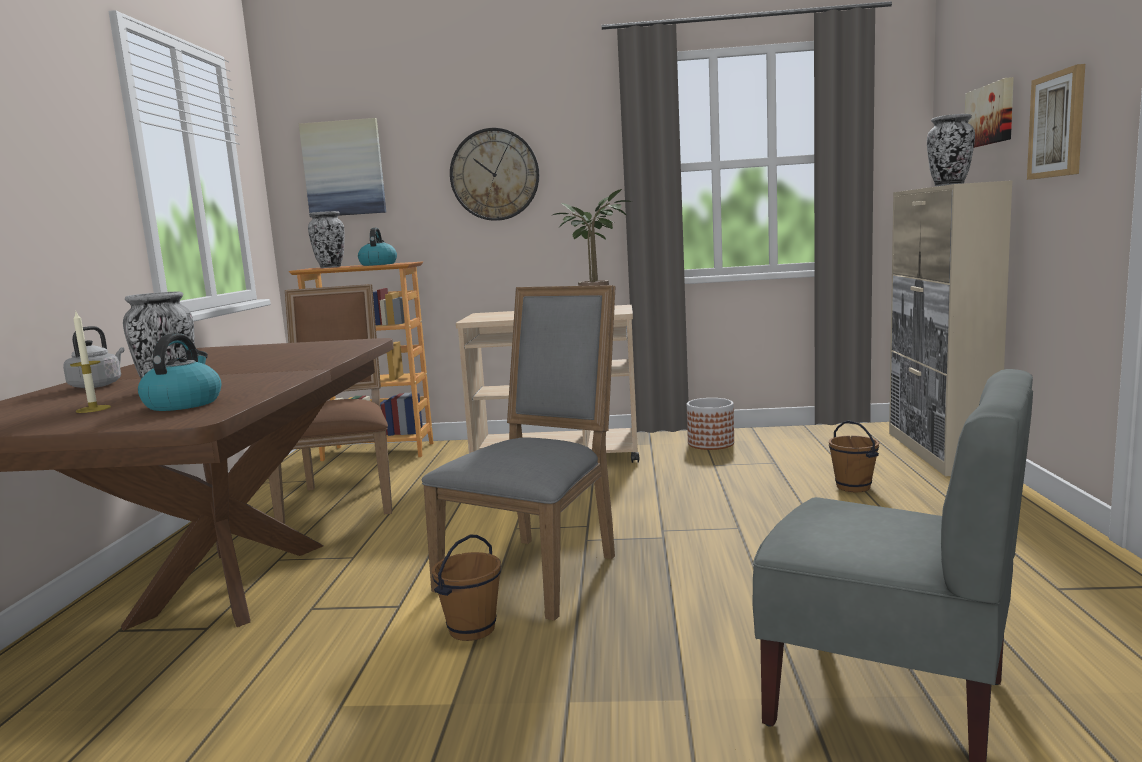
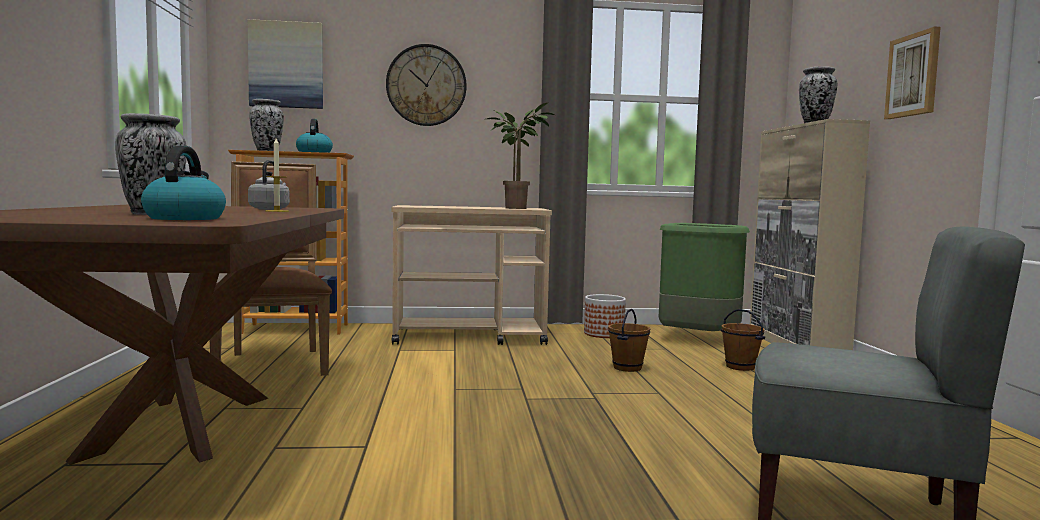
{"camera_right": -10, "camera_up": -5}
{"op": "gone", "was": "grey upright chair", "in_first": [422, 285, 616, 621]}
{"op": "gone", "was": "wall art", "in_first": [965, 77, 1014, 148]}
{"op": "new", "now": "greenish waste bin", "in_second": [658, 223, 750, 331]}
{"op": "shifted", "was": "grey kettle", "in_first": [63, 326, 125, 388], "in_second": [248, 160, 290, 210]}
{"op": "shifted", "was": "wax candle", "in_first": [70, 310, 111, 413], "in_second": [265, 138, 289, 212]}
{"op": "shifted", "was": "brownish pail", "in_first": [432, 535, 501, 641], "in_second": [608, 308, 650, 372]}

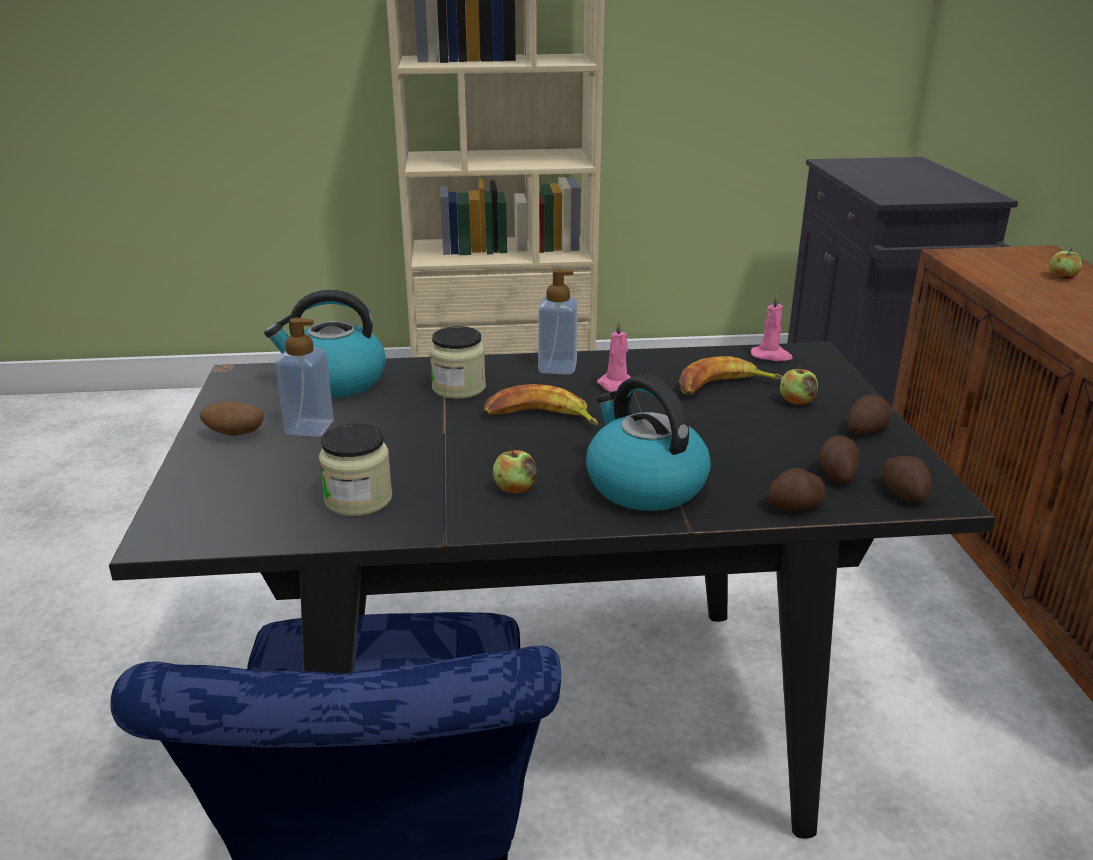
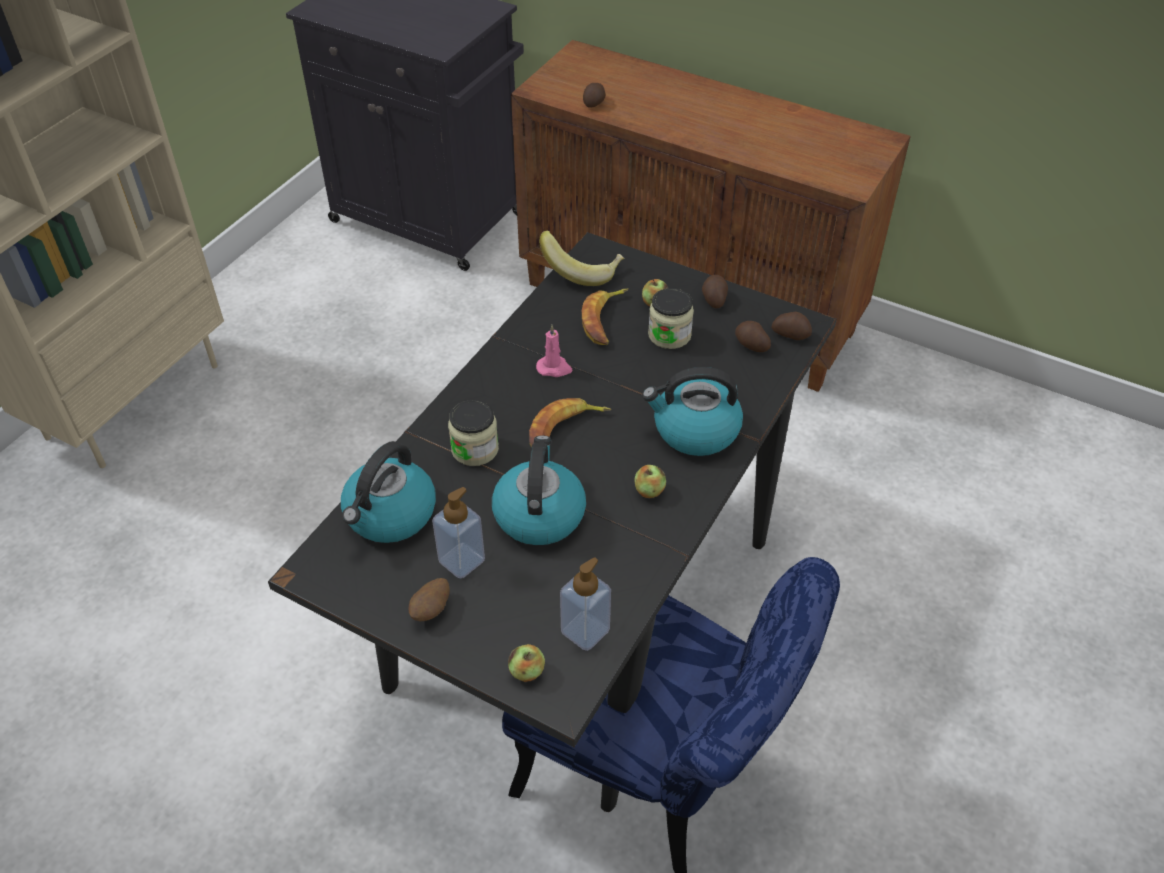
{"camera_right": -55, "camera_up": 20}
{"op": "new", "now": "kettle", "in_second": [492, 436, 586, 545]}
{"op": "shifted", "was": "preserve jar", "in_first": [319, 423, 392, 516], "in_second": [648, 288, 694, 349]}
{"op": "shifted", "was": "soap bottle", "in_first": [538, 269, 578, 375], "in_second": [560, 557, 611, 651]}
{"op": "shifted", "was": "whole potato", "in_first": [767, 468, 826, 511], "in_second": [583, 83, 605, 108]}
{"op": "shifted", "was": "apple", "in_first": [1049, 248, 1082, 279], "in_second": [508, 644, 545, 682]}
{"op": "swapped", "was": "pink wax candle", "now": "banana fruit", "in_first": [751, 293, 793, 361], "in_second": [539, 231, 625, 286]}

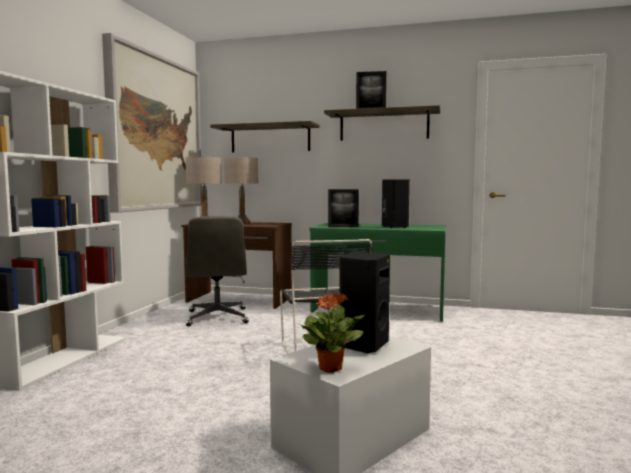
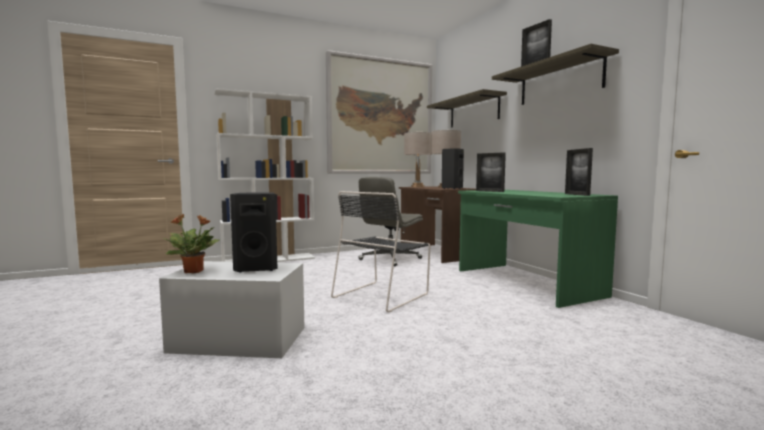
{"camera_right": 50, "camera_up": 0}
{"op": "new", "now": "photo frame", "in_second": [565, 148, 593, 196]}
{"op": "shifted", "was": "blackish loudspeaker", "in_first": [382, 179, 410, 228], "in_second": [442, 148, 464, 189]}

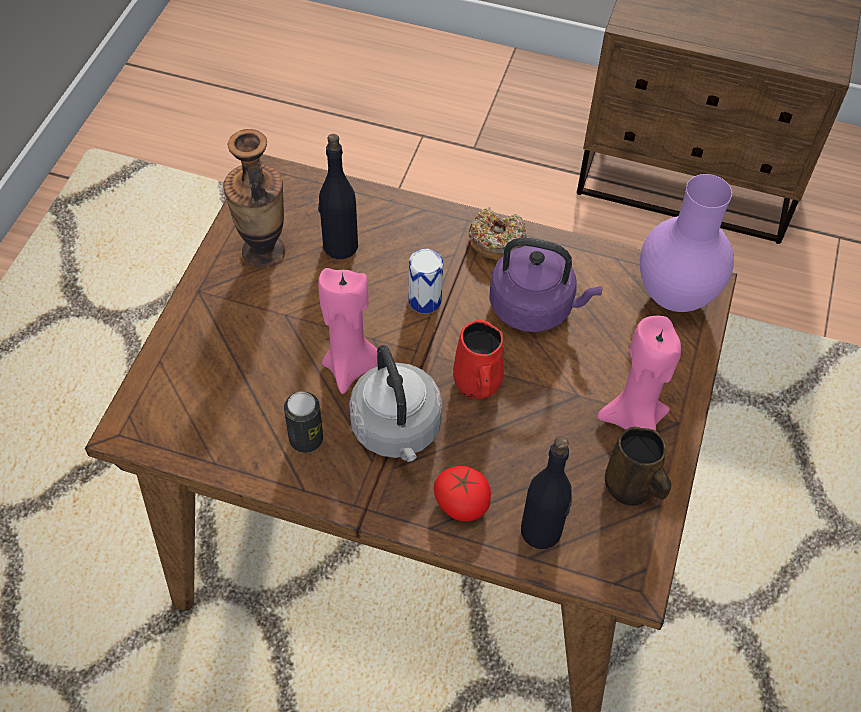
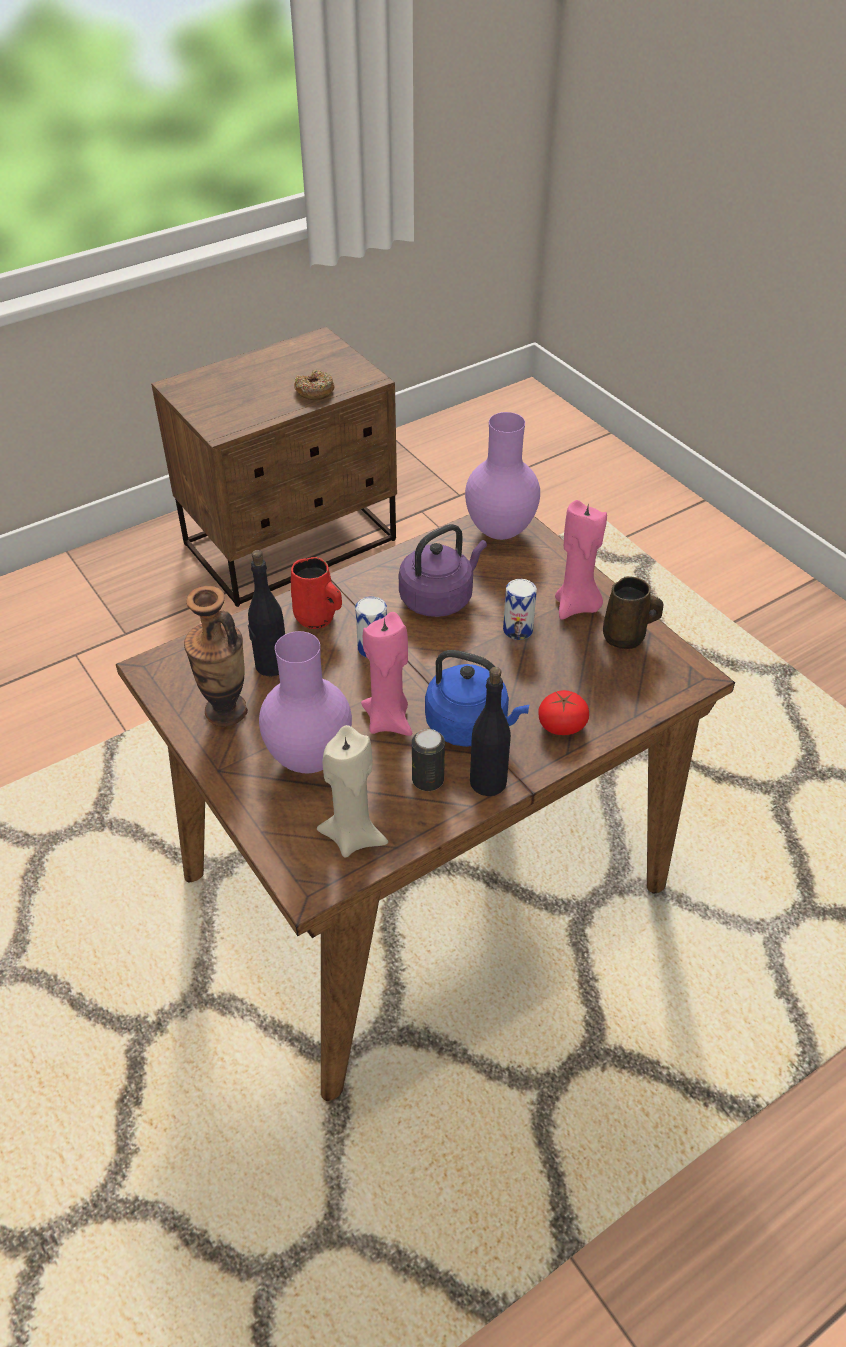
{"camera_right": -50, "camera_up": -10}
{"op": "new", "now": "purple-coloured vase", "in_second": [259, 631, 352, 773]}
{"op": "new", "now": "beige-coloured wax candle", "in_second": [317, 725, 388, 858]}
{"op": "new", "now": "metal can", "in_second": [503, 579, 537, 640]}
{"op": "shifted", "was": "red-coloured coffee mug", "in_first": [453, 320, 504, 399], "in_second": [291, 557, 342, 629]}
{"op": "shifted", "was": "ring doughnut", "in_first": [469, 207, 527, 260], "in_second": [294, 370, 335, 400]}
{"op": "shifted", "was": "blackish beverage bottle", "in_first": [521, 436, 572, 549], "in_second": [470, 667, 511, 796]}
{"op": "repainted", "was": "grey kettle", "now": "blue-coloured kettle", "in_first": [349, 345, 442, 462], "in_second": [425, 650, 530, 747]}

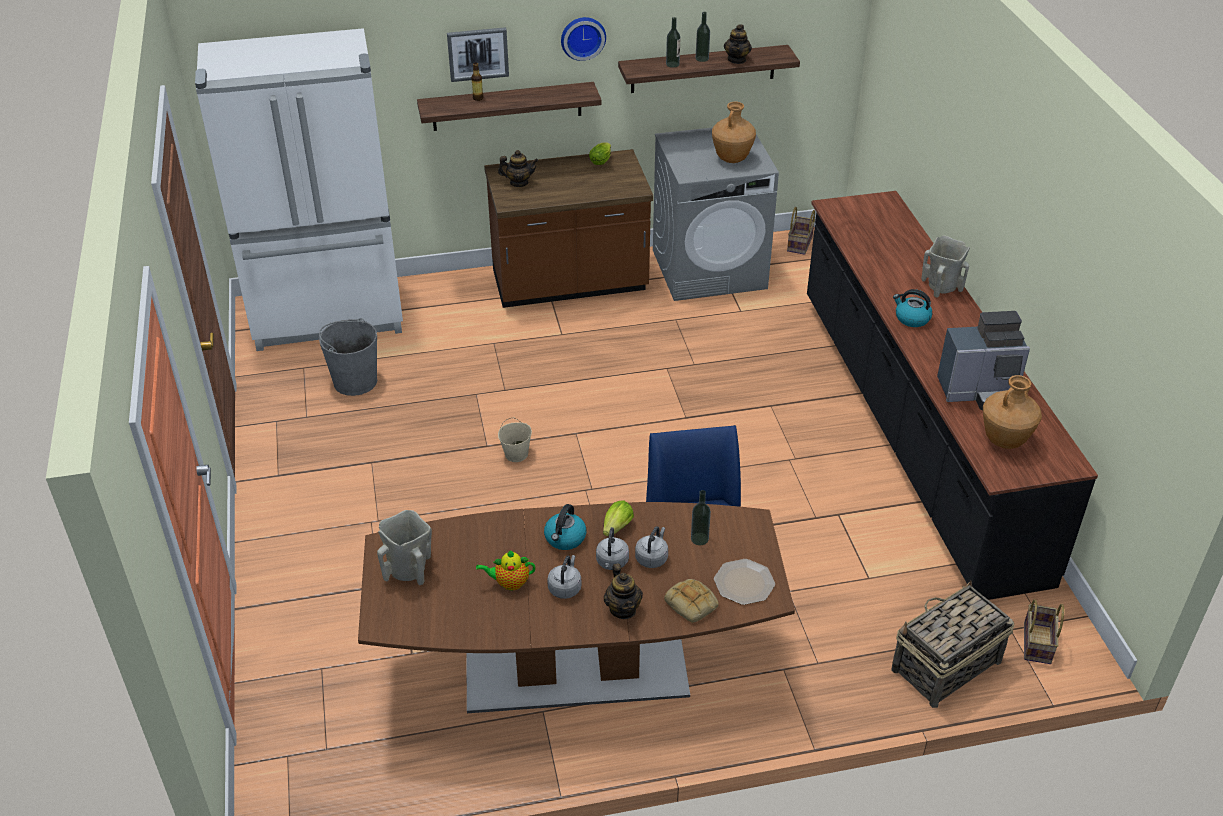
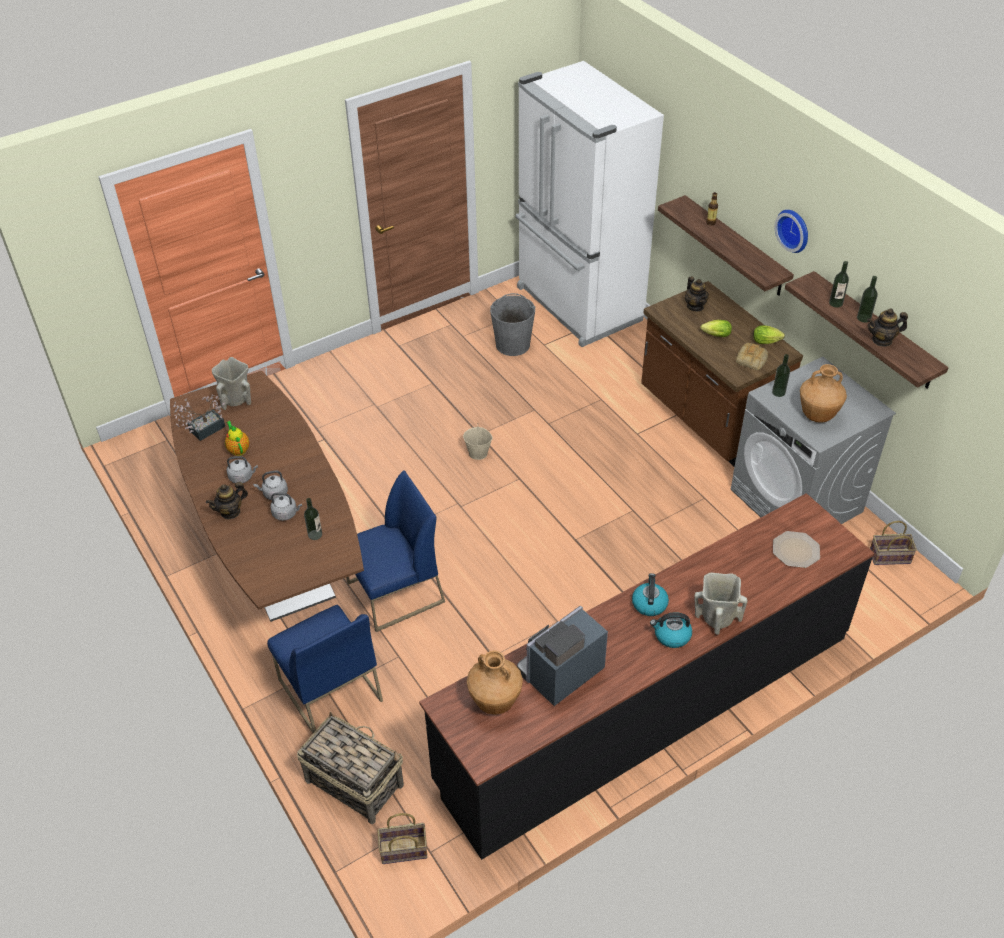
{"camera_right": 70, "camera_up": 5}
{"op": "gone", "was": "wall art", "in_first": [447, 27, 509, 82]}
{"op": "new", "now": "houseplant", "in_second": [173, 394, 225, 441]}
{"op": "new", "now": "blue-coloured upright chair", "in_second": [267, 605, 383, 733]}
{"op": "new", "now": "beverage bottle", "in_second": [772, 354, 790, 397]}
{"op": "shifted", "was": "kettle", "in_first": [544, 504, 586, 550], "in_second": [650, 612, 692, 648]}
{"op": "shifted", "was": "head of lettuce", "in_first": [603, 500, 634, 536], "in_second": [700, 320, 732, 337]}
{"op": "shifted", "was": "bread", "in_first": [664, 579, 719, 623], "in_second": [736, 343, 768, 370]}
{"op": "shifted", "was": "plate", "in_first": [714, 559, 775, 605], "in_second": [773, 531, 820, 568]}
{"op": "rotated", "was": "coffee brewer", "in_first": [937, 311, 1030, 411], "in_second": [517, 606, 608, 706], "clockwise": 75}

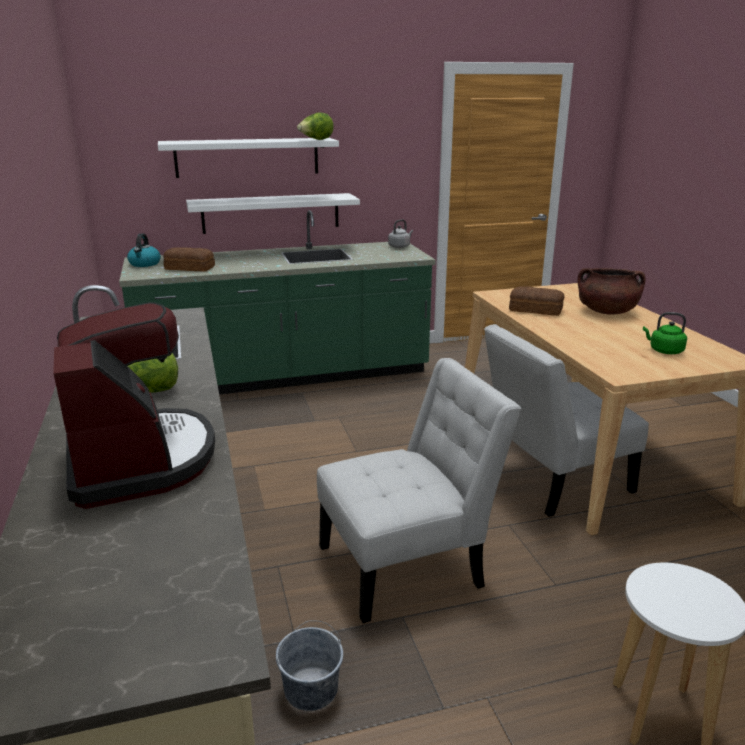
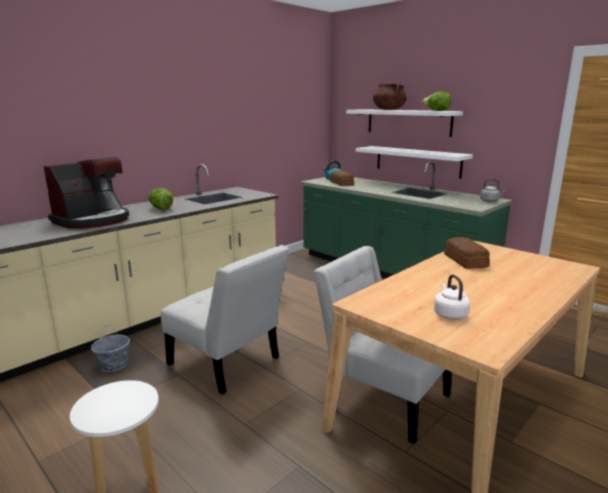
{"camera_right": 60, "camera_up": -5}
{"op": "shifted", "was": "brownish stockpot", "in_first": [577, 268, 645, 315], "in_second": [373, 84, 407, 110]}
{"op": "repainted", "was": "greenish kettle", "now": "whitish kettle", "in_first": [643, 312, 687, 354], "in_second": [434, 274, 470, 320]}

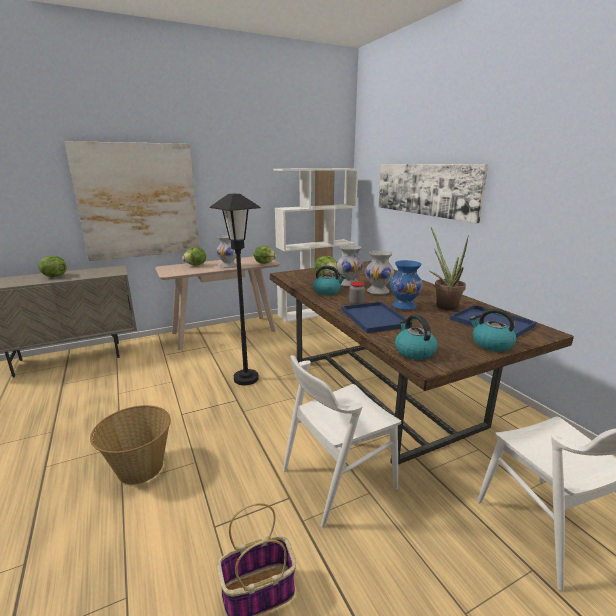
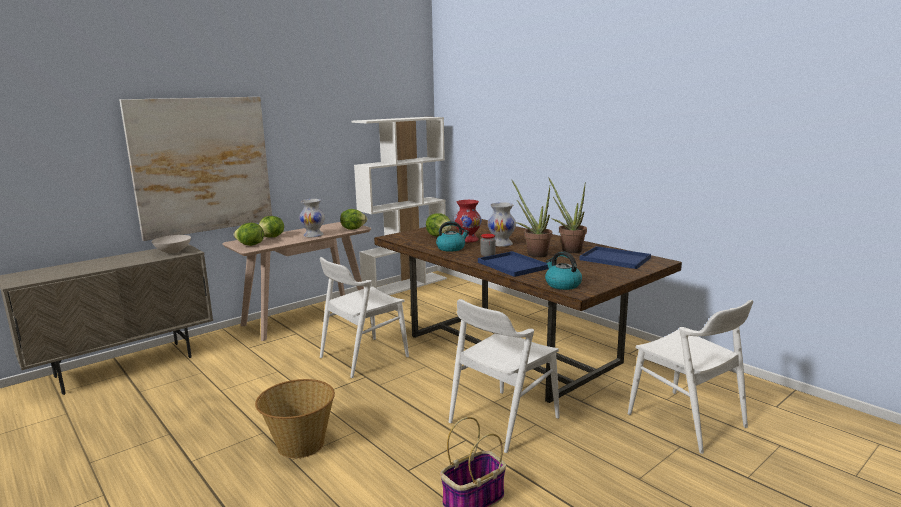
{"camera_right": -15, "camera_up": -5}
{"op": "gone", "was": "wall art", "in_first": [378, 164, 489, 223]}
{"op": "gone", "was": "kettle", "in_first": [469, 309, 517, 351]}
{"op": "new", "now": "whitish bowl", "in_second": [151, 235, 191, 254]}
{"op": "shifted", "was": "head of lettuce", "in_first": [39, 256, 66, 277], "in_second": [234, 223, 264, 246]}
{"op": "swapped", "was": "blackish standing lamp", "now": "whitish upright chair", "in_first": [210, 193, 261, 385], "in_second": [320, 257, 409, 378]}
{"op": "swapped", "was": "blue-coloured vase", "now": "houseplant", "in_first": [390, 260, 423, 310], "in_second": [512, 180, 552, 258]}
{"op": "repainted", "was": "whitish vase", "now": "red-coloured vase", "in_first": [337, 245, 363, 287], "in_second": [454, 200, 482, 242]}

